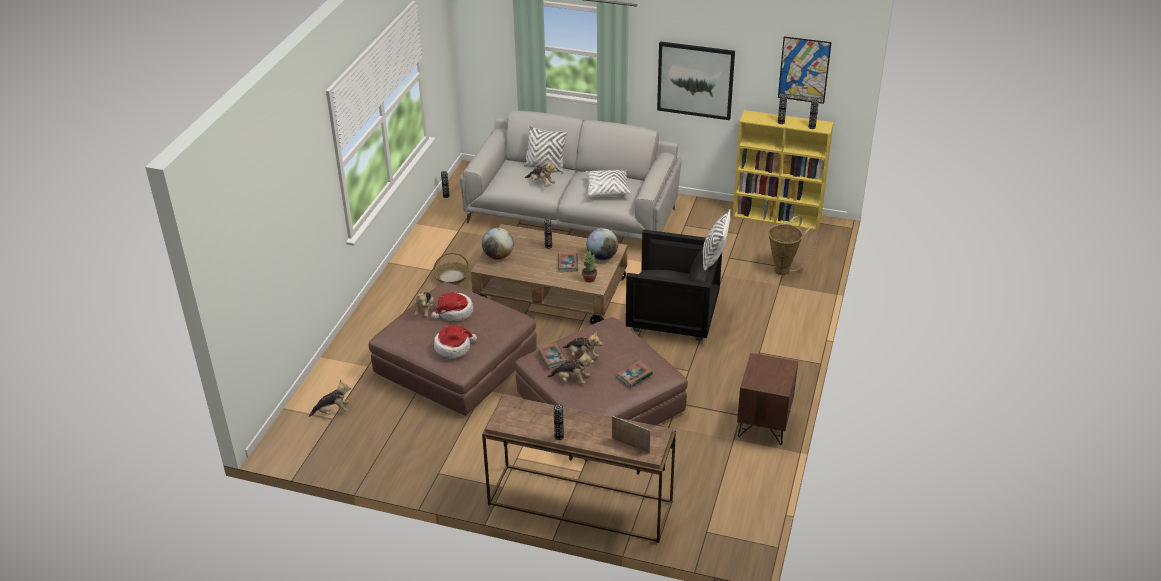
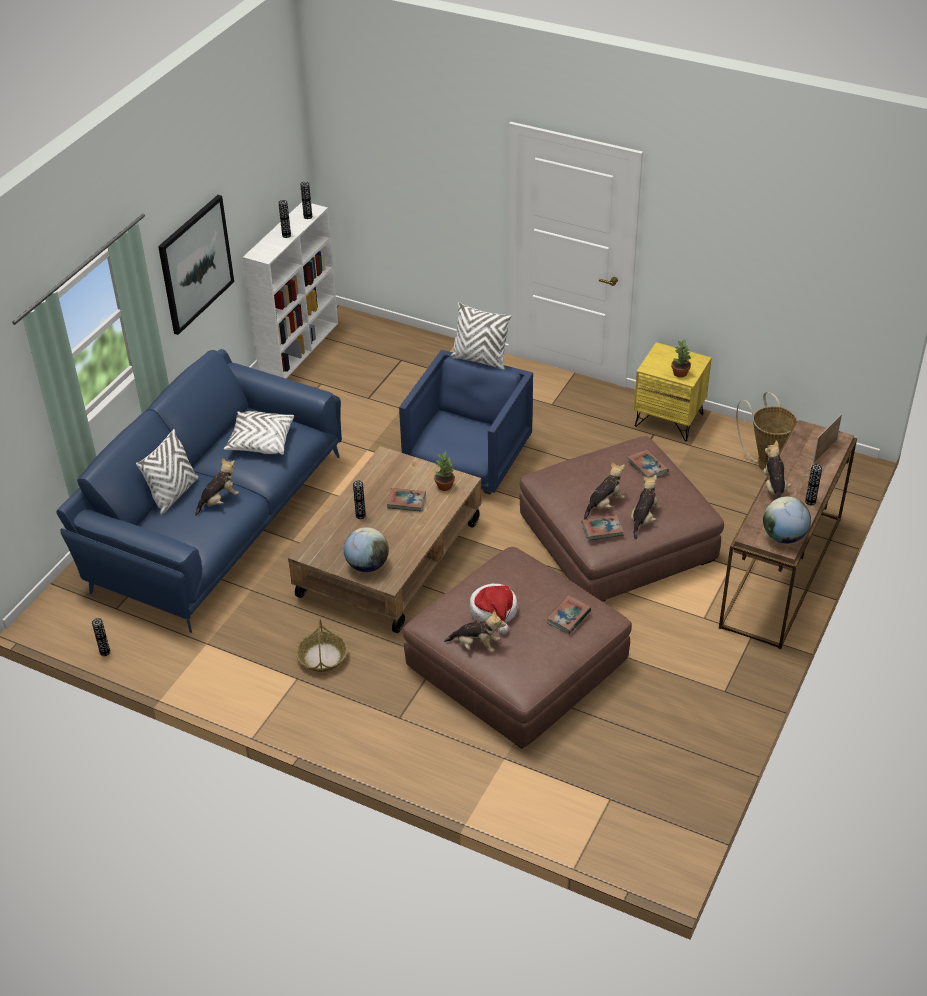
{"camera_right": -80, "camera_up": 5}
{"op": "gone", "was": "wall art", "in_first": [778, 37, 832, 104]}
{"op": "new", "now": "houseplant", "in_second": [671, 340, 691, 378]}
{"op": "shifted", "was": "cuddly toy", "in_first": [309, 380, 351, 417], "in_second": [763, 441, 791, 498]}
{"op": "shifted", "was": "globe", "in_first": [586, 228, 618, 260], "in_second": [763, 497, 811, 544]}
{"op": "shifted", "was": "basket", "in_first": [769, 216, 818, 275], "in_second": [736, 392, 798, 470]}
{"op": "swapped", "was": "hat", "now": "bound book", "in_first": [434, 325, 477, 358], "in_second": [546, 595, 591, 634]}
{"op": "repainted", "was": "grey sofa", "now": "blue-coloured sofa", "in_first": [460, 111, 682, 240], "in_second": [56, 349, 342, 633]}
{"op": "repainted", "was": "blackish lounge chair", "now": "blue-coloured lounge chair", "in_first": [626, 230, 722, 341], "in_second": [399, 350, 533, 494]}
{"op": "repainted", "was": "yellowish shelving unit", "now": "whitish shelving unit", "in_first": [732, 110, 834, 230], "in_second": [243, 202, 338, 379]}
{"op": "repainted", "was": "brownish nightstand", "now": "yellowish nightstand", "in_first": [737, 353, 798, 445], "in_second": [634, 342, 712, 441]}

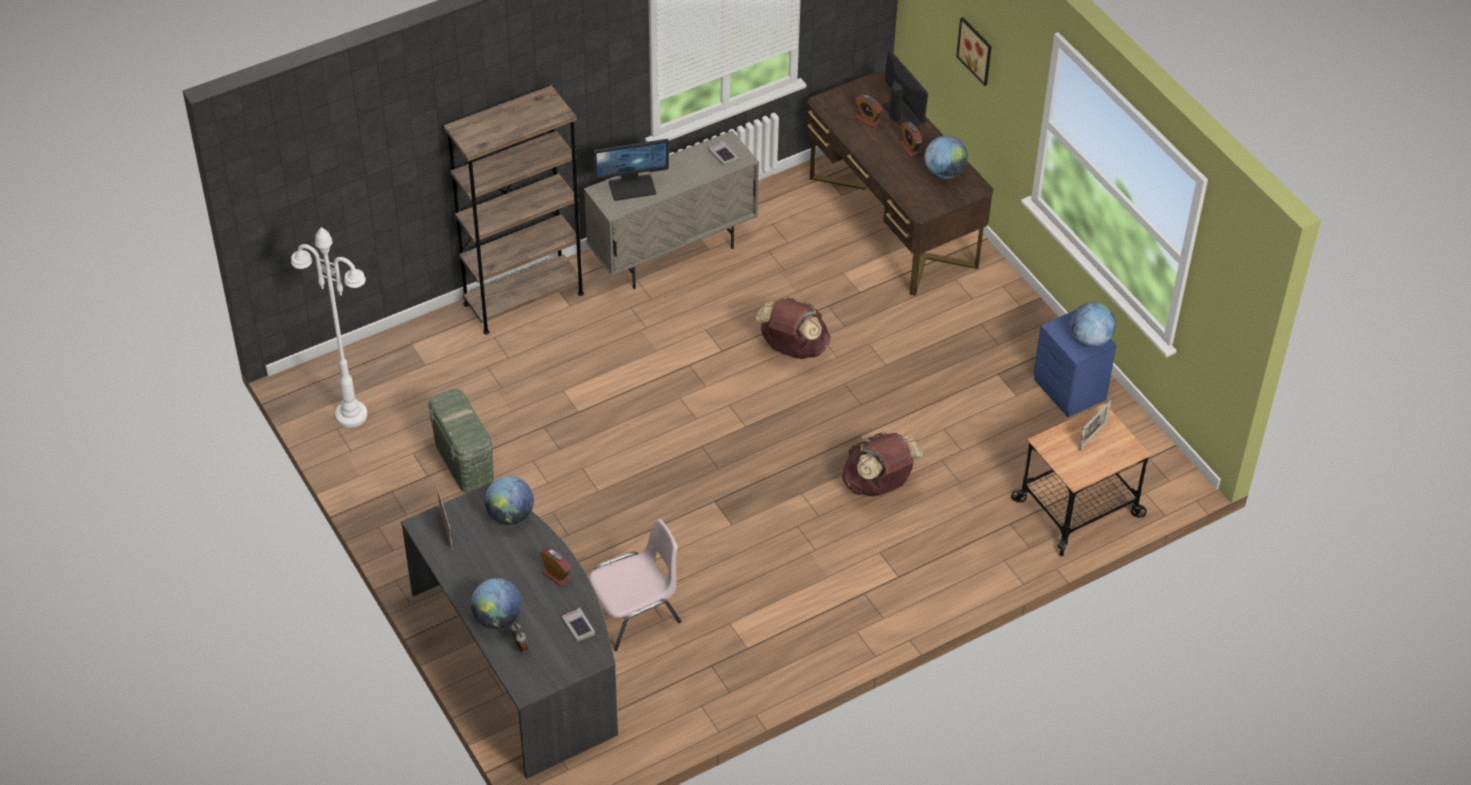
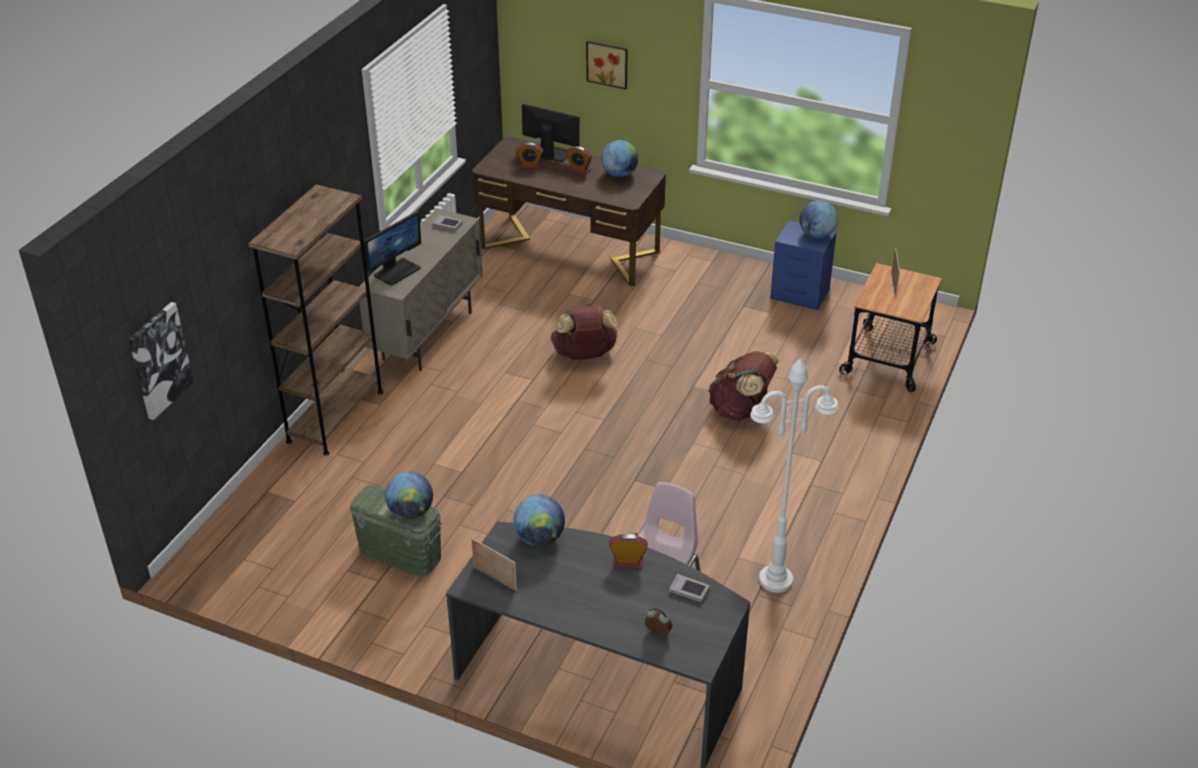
{"camera_right": -35, "camera_up": -10}
{"op": "new", "now": "wall art", "in_second": [128, 302, 194, 420]}
{"op": "shifted", "was": "whitish standing lamp", "in_first": [291, 227, 367, 428], "in_second": [750, 359, 838, 593]}
{"op": "shifted", "was": "globe", "in_first": [471, 578, 522, 629], "in_second": [385, 471, 433, 519]}

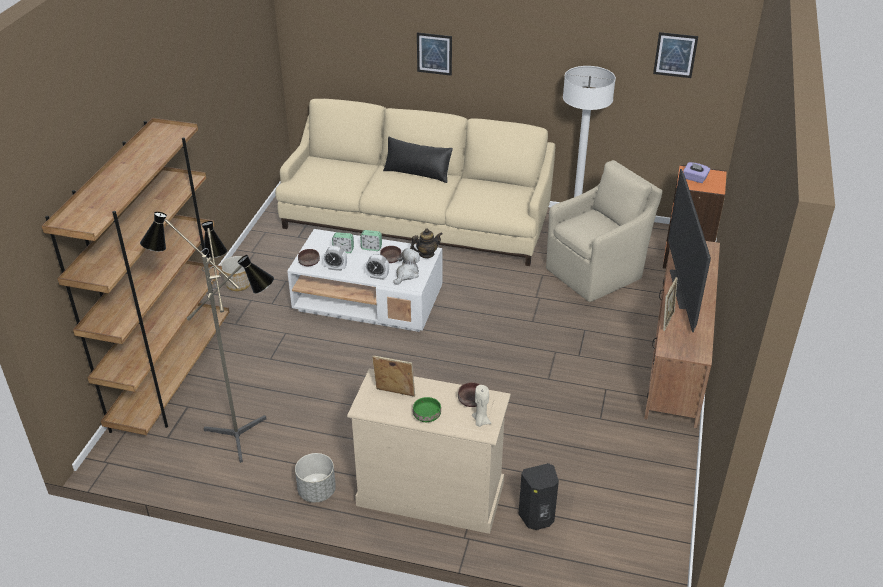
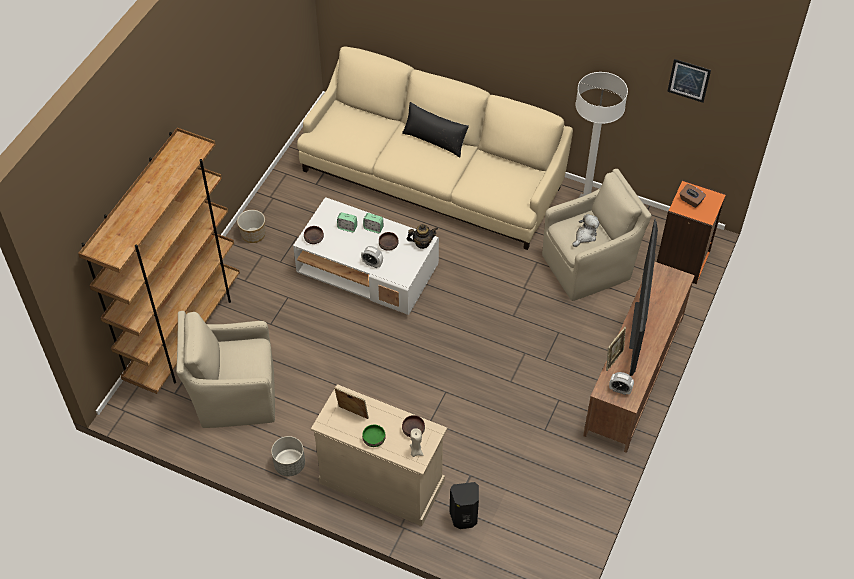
{"camera_right": 10, "camera_up": 15}
{"op": "gone", "was": "wall art", "in_first": [417, 32, 452, 76]}
{"op": "shifted", "was": "table clock", "in_first": [323, 246, 347, 271], "in_second": [609, 372, 634, 395]}
{"op": "shifted", "was": "cuddly toy", "in_first": [393, 248, 420, 285], "in_second": [572, 214, 599, 247]}
{"op": "swapped", "was": "standing lamp", "now": "beige-coloured lounge chair", "in_first": [140, 212, 274, 463], "in_second": [176, 311, 275, 428]}
{"op": "repainted", "was": "purple-coloured box of tissues", "now": "brownish box of tissues", "in_first": [683, 162, 710, 183], "in_second": [680, 184, 706, 208]}

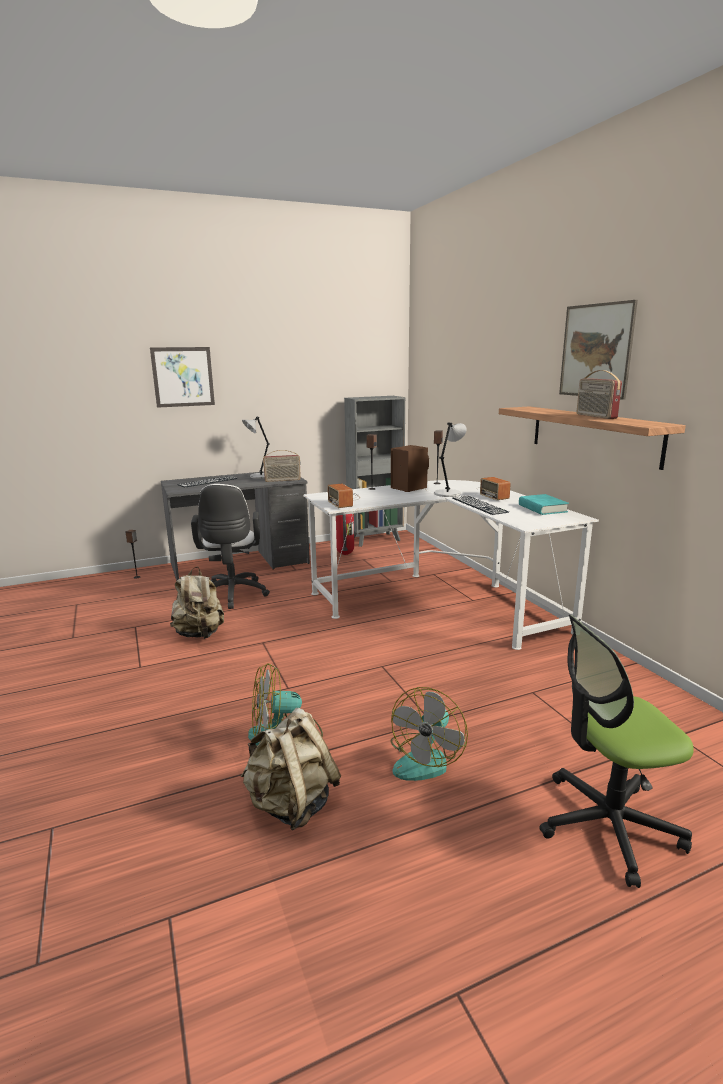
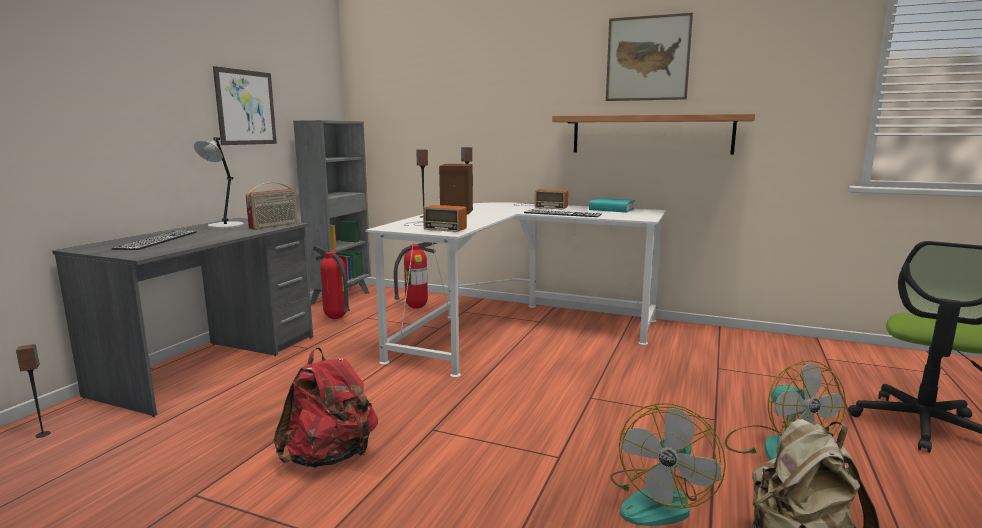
{"camera_right": -45, "camera_up": -5}
{"op": "gone", "was": "whitish office chair", "in_first": [191, 484, 270, 609]}
{"op": "gone", "was": "grey table lamp", "in_first": [434, 423, 466, 497]}
{"op": "gone", "was": "radio", "in_first": [576, 370, 622, 419]}
{"op": "new", "now": "fire-fighting cylinder", "in_second": [394, 242, 437, 309]}
{"op": "shifted", "was": "wall art", "in_first": [150, 347, 215, 408], "in_second": [213, 66, 277, 145]}
{"op": "repainted", "was": "beige-coloured backpack", "now": "red-coloured backpack", "in_first": [170, 567, 224, 639], "in_second": [274, 347, 378, 468]}

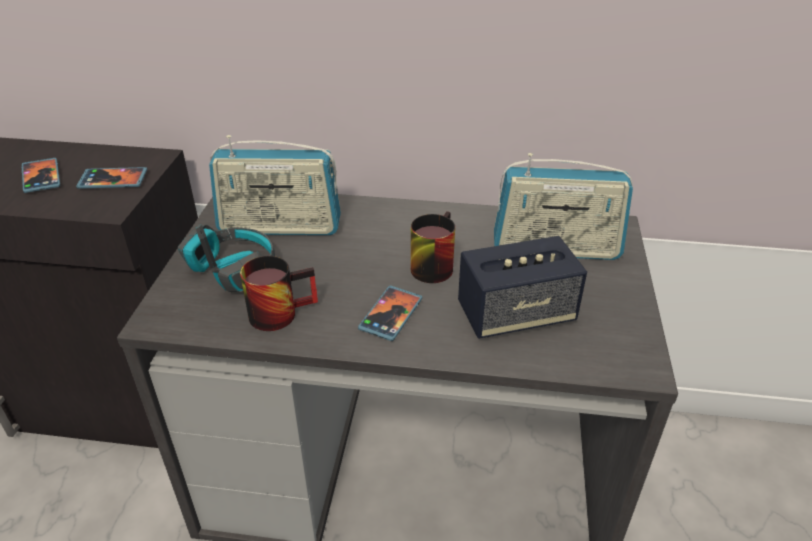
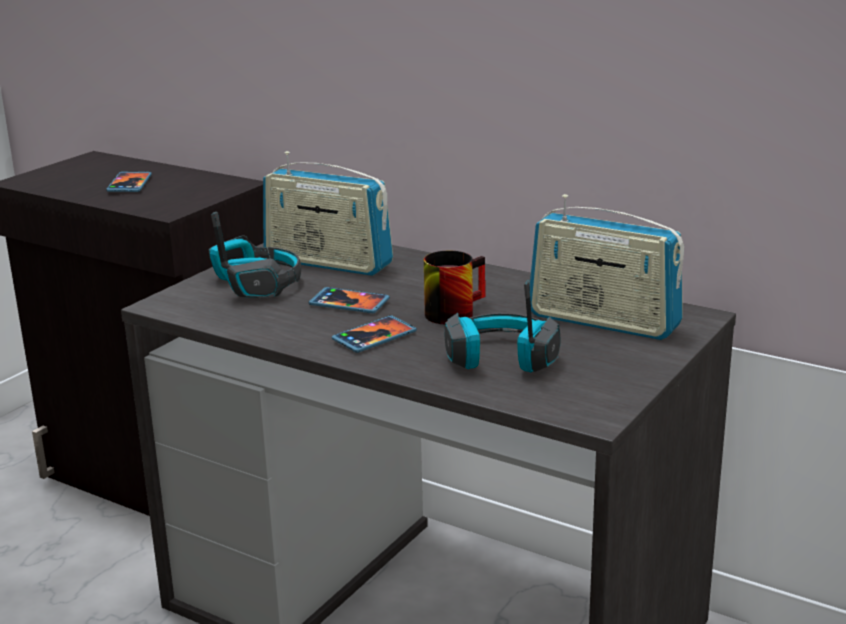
{"camera_right": 25, "camera_up": -15}
{"op": "gone", "was": "coffee mug", "in_first": [240, 256, 318, 331]}
{"op": "shifted", "was": "telephone", "in_first": [76, 167, 147, 189], "in_second": [309, 287, 390, 313]}
{"op": "swapped", "was": "loudspeaker", "now": "headphones", "in_first": [458, 236, 587, 339], "in_second": [445, 280, 561, 373]}

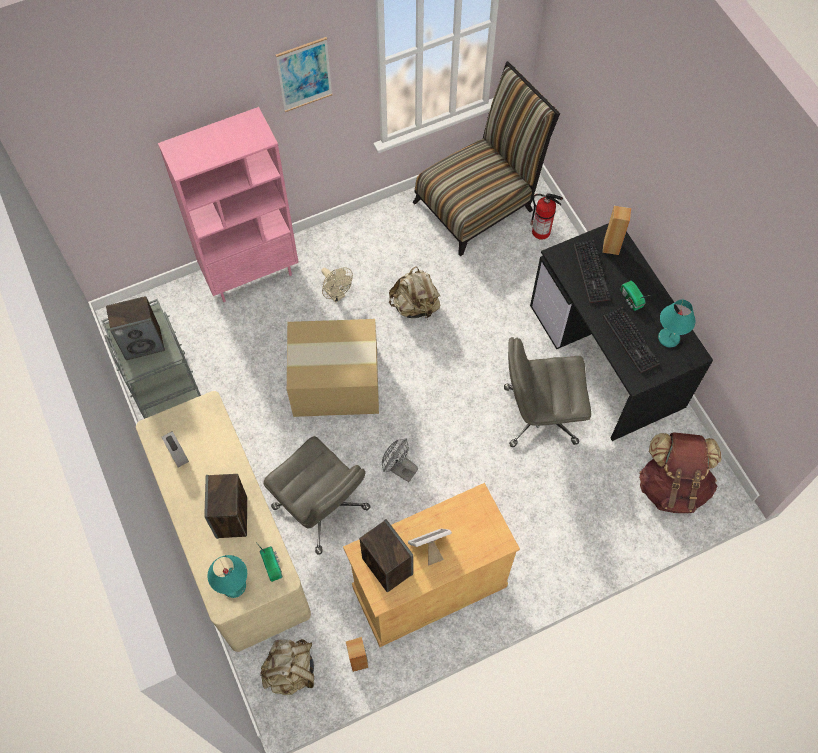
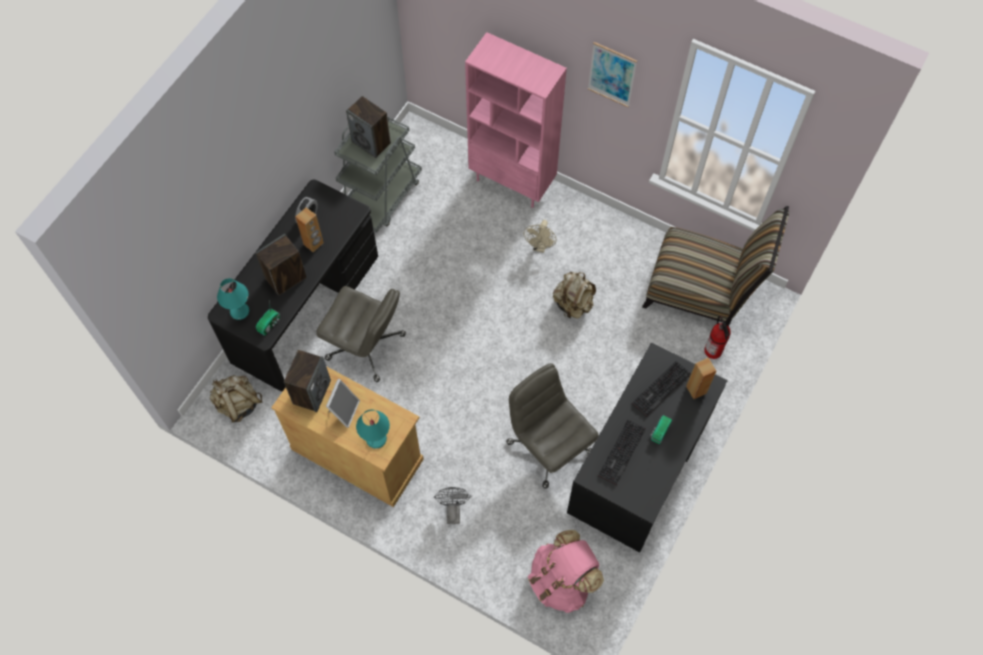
{"camera_right": 55, "camera_up": 0}
{"op": "gone", "was": "cardboard box", "in_first": [287, 319, 379, 417]}
{"op": "shifted", "was": "brownish loudspeaker", "in_first": [346, 637, 368, 672], "in_second": [295, 207, 324, 253]}
{"op": "shifted", "was": "grey fan", "in_first": [381, 438, 418, 482], "in_second": [434, 487, 471, 524]}
{"op": "shifted", "was": "turquoise-coloured table lamp", "in_first": [658, 299, 695, 347], "in_second": [356, 409, 390, 449]}
{"op": "repainted", "was": "beige-coloured desk", "now": "blackish desk", "in_first": [136, 391, 311, 652], "in_second": [208, 180, 378, 392]}
{"op": "repainted", "was": "brownish backpack", "now": "pink backpack", "in_first": [639, 432, 721, 513], "in_second": [528, 530, 604, 613]}
{"op": "rotated", "was": "grey office chair", "in_first": [263, 436, 370, 555], "in_second": [316, 286, 406, 382], "clockwise": -75}
{"op": "rotated", "was": "photo frame", "in_first": [408, 528, 452, 566], "in_second": [326, 379, 360, 428], "clockwise": 75}

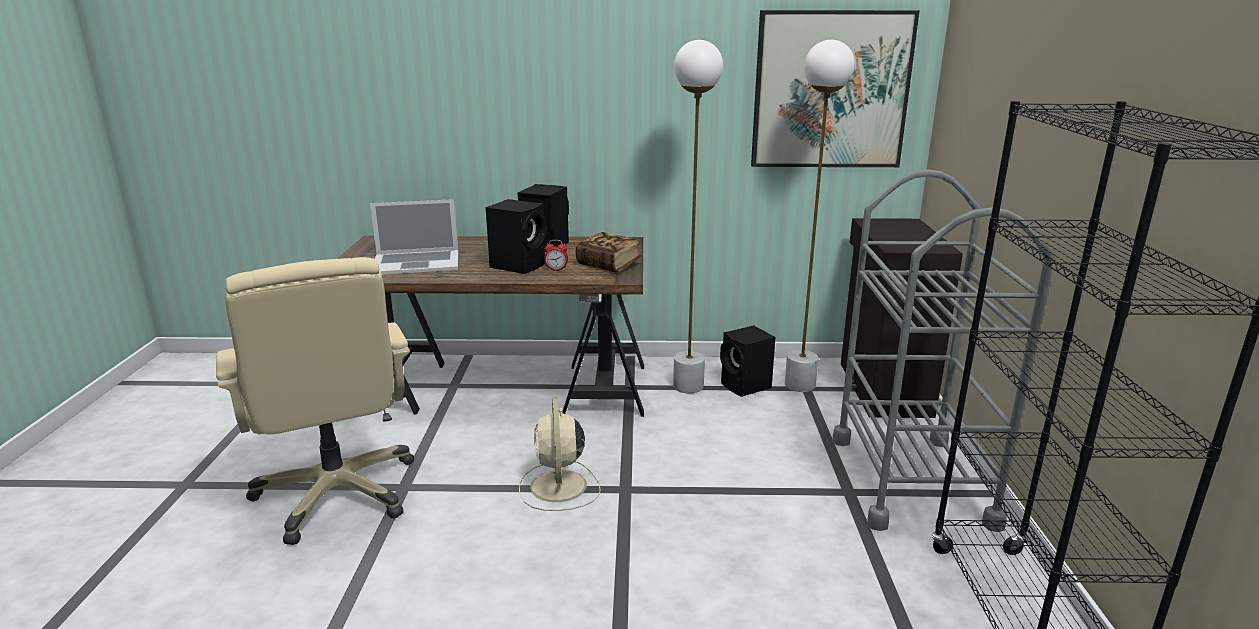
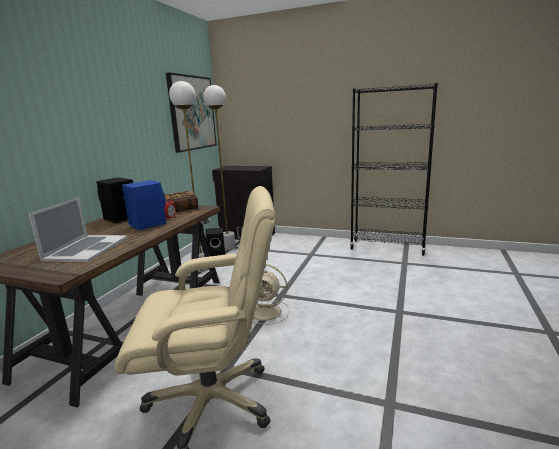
{"camera_right": -70, "camera_up": -5}
{"op": "gone", "was": "grey cart", "in_first": [832, 169, 1055, 532]}
{"op": "repainted", "was": "blackish loudspeaker", "now": "blue-coloured loudspeaker", "in_first": [486, 199, 547, 274], "in_second": [122, 180, 167, 230]}

